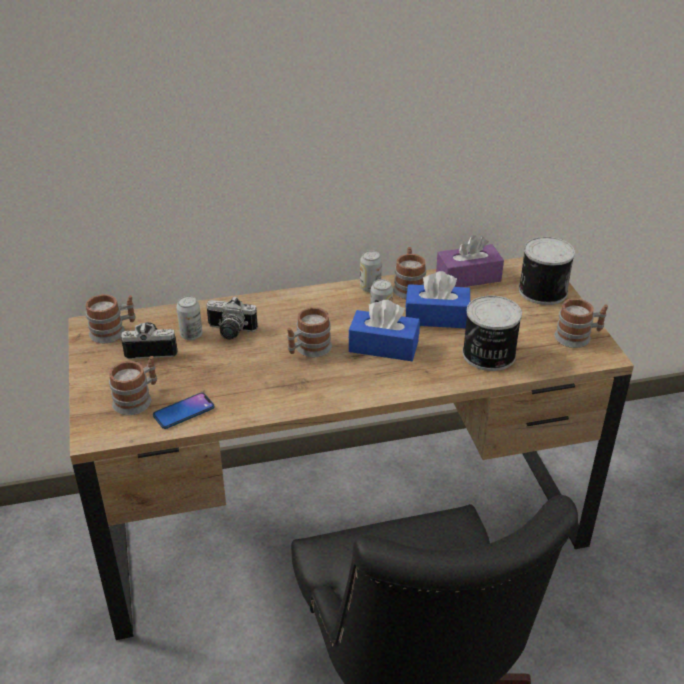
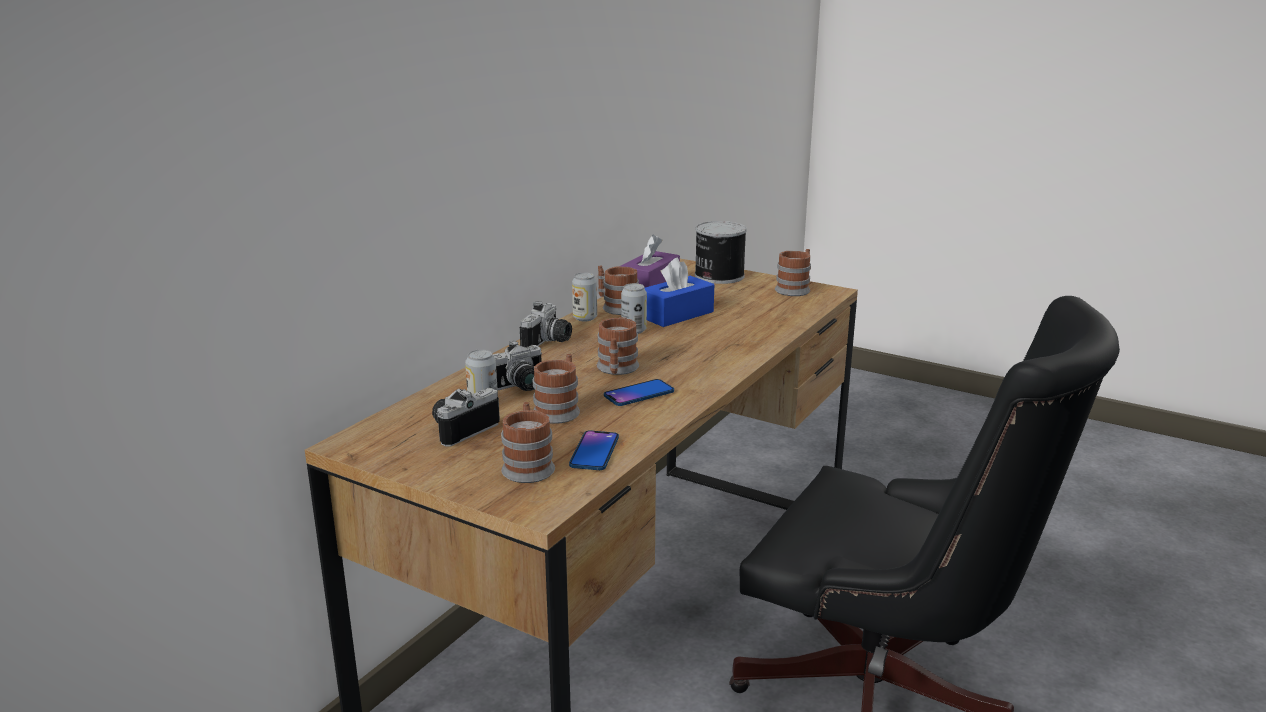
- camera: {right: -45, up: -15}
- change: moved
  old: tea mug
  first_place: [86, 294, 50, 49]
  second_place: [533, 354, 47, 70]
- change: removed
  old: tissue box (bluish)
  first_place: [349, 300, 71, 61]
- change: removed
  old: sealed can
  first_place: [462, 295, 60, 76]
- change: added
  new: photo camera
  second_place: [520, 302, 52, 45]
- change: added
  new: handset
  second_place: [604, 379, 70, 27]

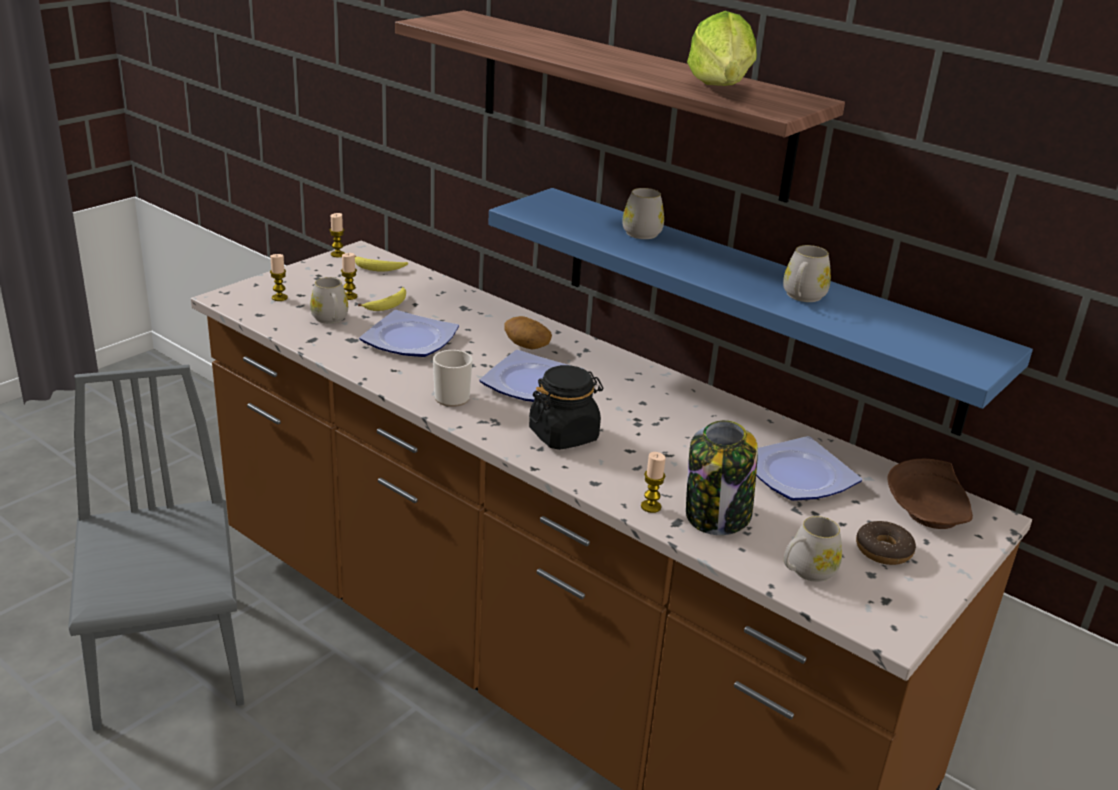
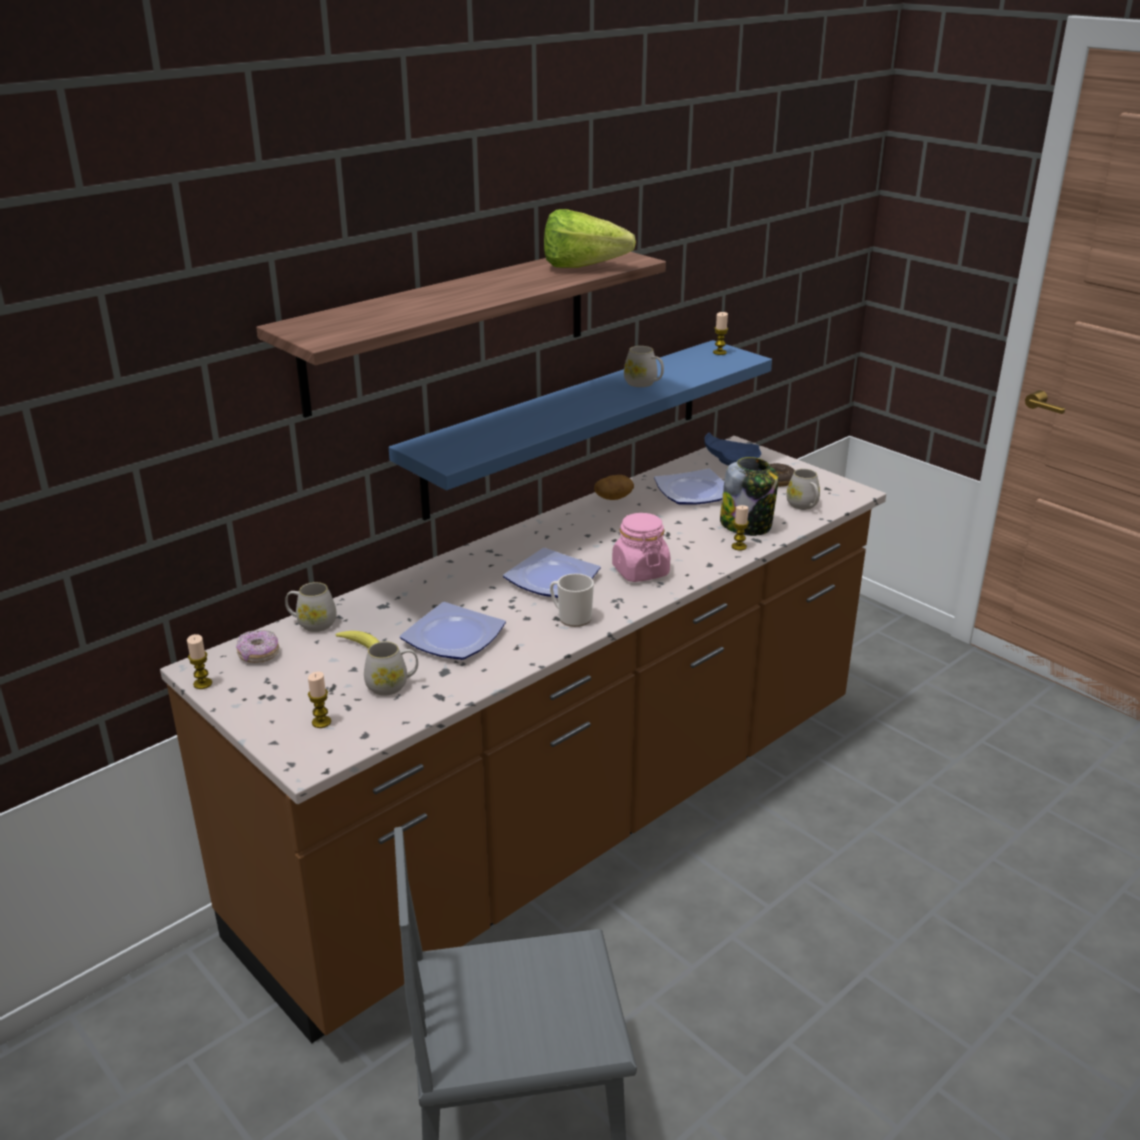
- camera: {right: -80, up: 0}
- change: moved
  old: wax light
  first_place: [341, 253, 17, 47]
  second_place: [713, 312, 15, 43]
- change: replaced
  old: banana fruit
  new: donut
  first_place: [355, 255, 53, 17]
  second_place: [236, 630, 43, 33]
- change: moved
  old: whole potato
  first_place: [504, 316, 48, 33]
  second_place: [594, 475, 40, 25]
- change: recoloured
  old: storage jar (black-coloured)
  new: storage jar (pink)
  first_place: [529, 365, 74, 85]
  second_place: [612, 513, 58, 69]
- change: moved
  old: tea mug (whitish)
  first_place: [622, 188, 42, 51]
  second_place: [285, 582, 51, 50]
- change: recoloured
  old: plate (brown)
  new: plate (bluish)
  first_place: [887, 459, 86, 70]
  second_place: [704, 432, 57, 33]

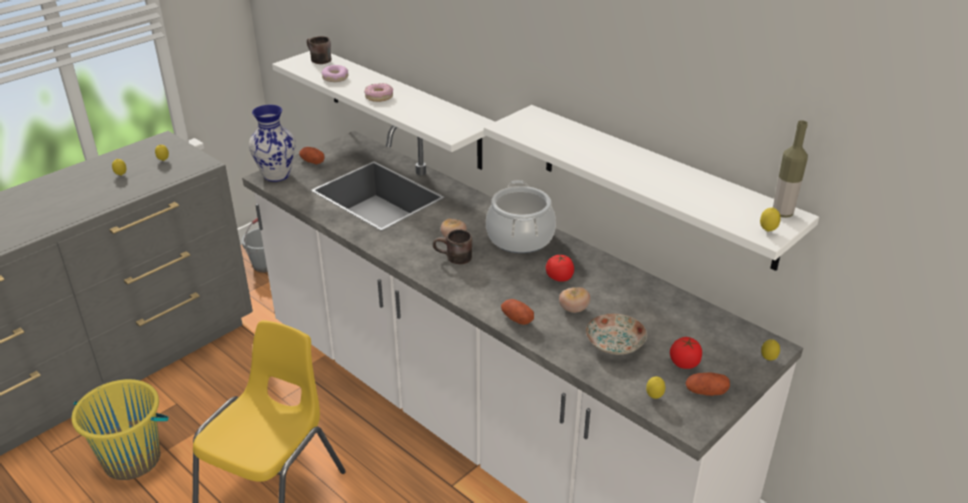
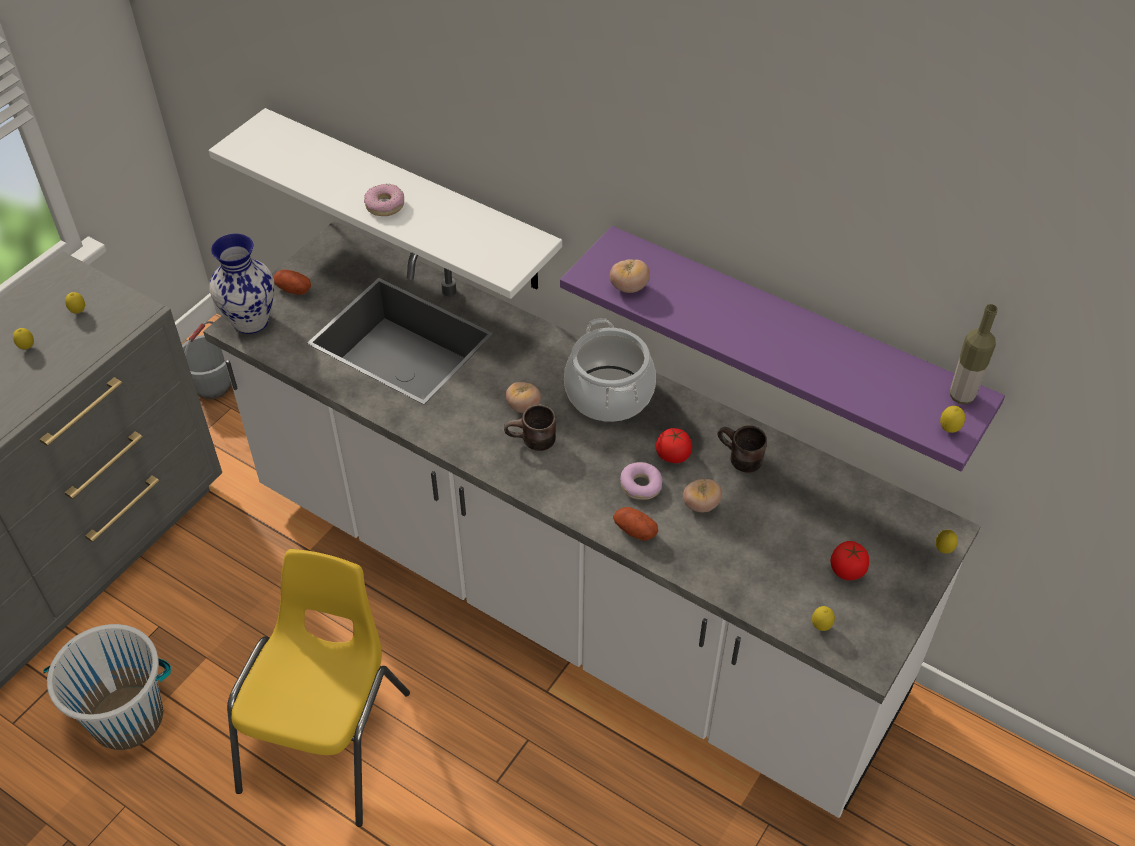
- camera: {right: -10, up: 15}
- change: recoloured
  old: bucket (yellowish)
  new: bucket (whitish)
  first_place: [71, 379, 98, 101]
  second_place: [43, 624, 128, 126]
- change: moved
  old: tea mug (brown)
  first_place: [307, 36, 24, 28]
  second_place: [717, 426, 50, 47]
- change: moved
  old: donut
  first_place: [322, 65, 26, 17]
  second_place: [620, 462, 42, 38]
- change: recoloured
  old: shelf (whitish)
  new: shelf (purple-coloured)
  first_place: [484, 105, 335, 166]
  second_place: [560, 226, 445, 245]
- change: removed
  old: plate
  first_place: [586, 313, 61, 42]
- change: removed
  old: whole potato
  first_place: [686, 372, 44, 24]
- change: added
  new: whole tomato
  second_place: [610, 259, 40, 34]

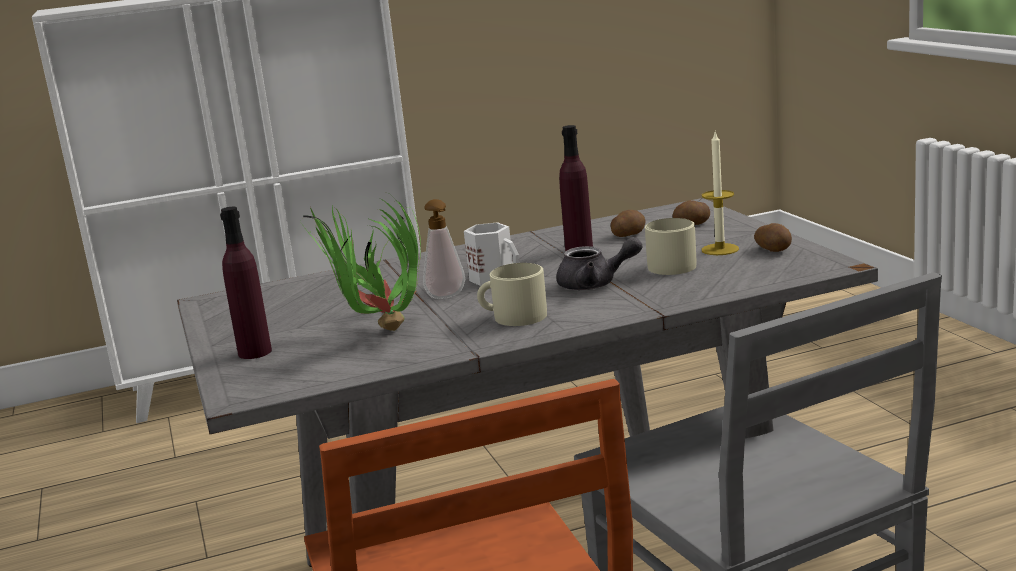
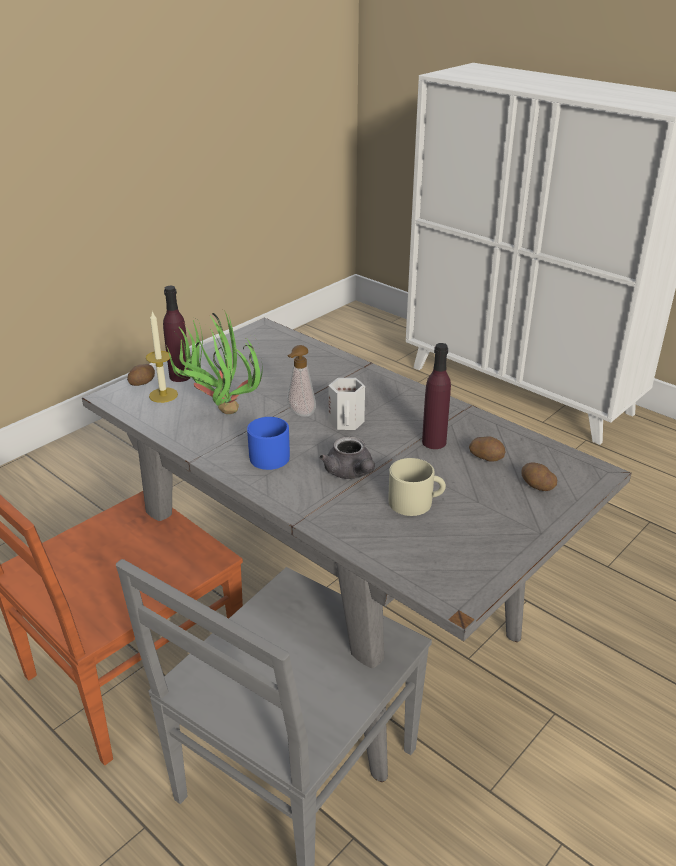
- camera: {right: 60, up: 15}
- change: recoloured
  old: tea mug (sand-coloured)
  new: tea mug (bluish)
  first_place: [477, 263, 70, 63]
  second_place: [247, 417, 43, 53]
- change: moved
  old: wax light
  first_place: [702, 132, 37, 123]
  second_place: [146, 311, 32, 92]
- change: moved
  old: whole potato
  first_place: [754, 223, 38, 29]
  second_place: [127, 364, 28, 22]

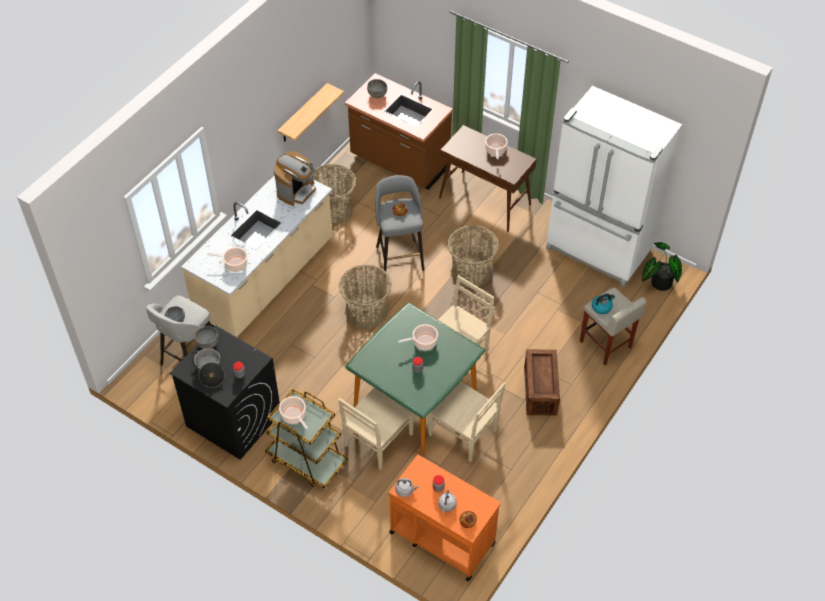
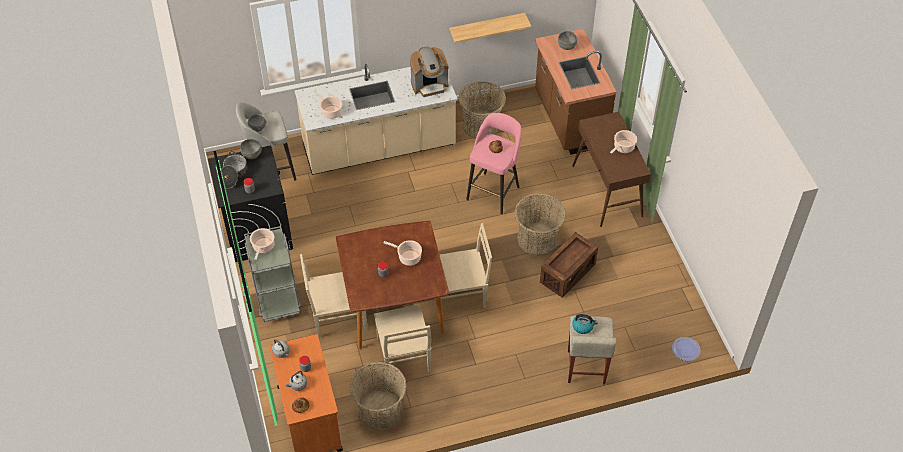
- camera: {right: 40, up: 0}
- change: recoloured
  old: cart (brown)
  new: cart (grey)
  first_place: [265, 388, 83, 101]
  second_place: [244, 226, 57, 96]
- change: moved
  old: storage basket
  first_place: [339, 265, 53, 64]
  second_place: [349, 362, 58, 69]
- change: recoloured
  old: dining table (green)
  new: dining table (brown)
  first_place: [345, 303, 141, 151]
  second_place: [336, 221, 114, 128]
- change: recoloured
  old: stool (grey)
  new: stool (pink)
  first_place: [375, 175, 49, 101]
  second_place: [466, 113, 55, 101]
- change: moved
  old: crate
  first_place: [524, 349, 36, 67]
  second_place: [540, 232, 58, 66]
- change: removed
  old: kitchen fridge (whitish)
  first_place: [546, 86, 136, 200]
- change: replaced
  old: plant in a pot
  new: plate
  first_place: [642, 242, 40, 49]
  second_place: [672, 337, 29, 24]

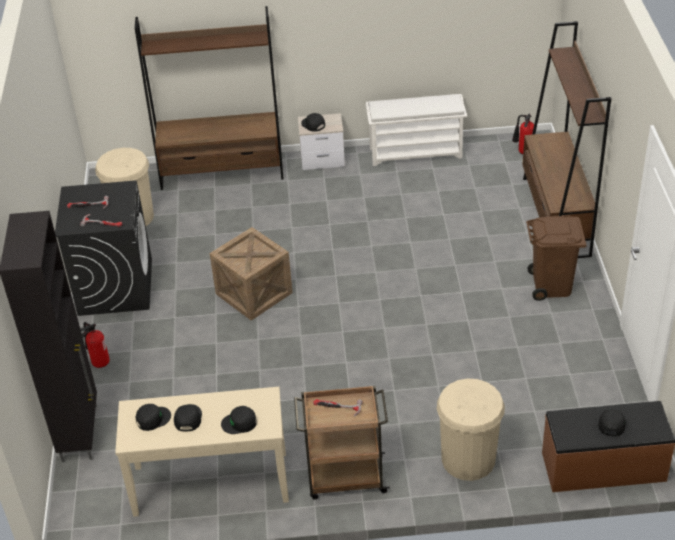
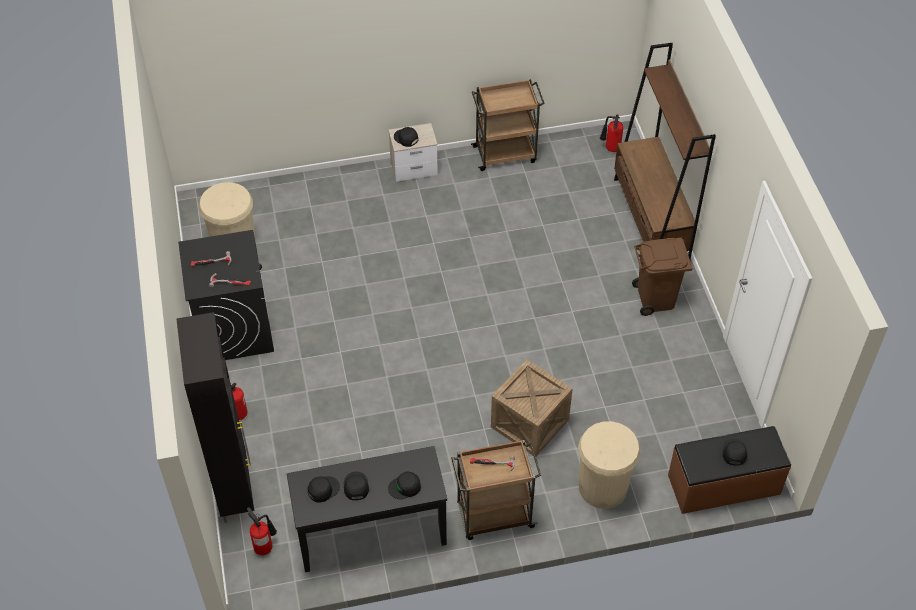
- camera: {right: -10, up: 10}
- change: recoloured
  old: hall table (sand-coloured)
  new: hall table (black-coloured)
  first_place: [115, 387, 174, 130]
  second_place: [287, 446, 160, 126]
- change: removed
  old: bookshelf (brown)
  first_place: [135, 6, 149, 184]
- change: moved
  old: crate
  first_place: [210, 227, 83, 93]
  second_place: [491, 359, 82, 97]
- change: replaced
  old: shoe rack (whitish)
  new: cart (brown)
  first_place: [366, 94, 101, 72]
  second_place: [471, 79, 74, 92]
- change: added
  new: fire-fighting cylinder
  second_place: [247, 507, 30, 48]

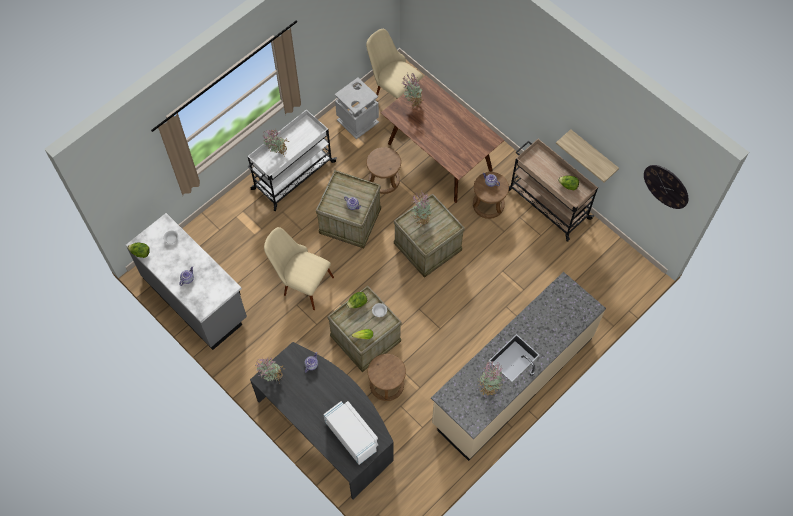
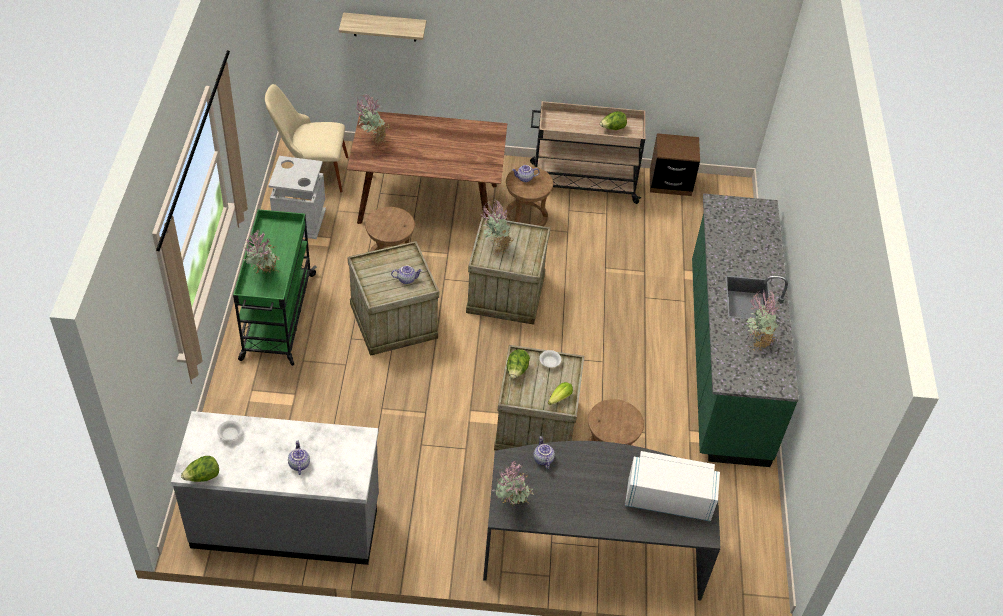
- camera: {right: -45, up: -15}
- change: recoloured
  old: cart (whitish)
  new: cart (green)
  first_place: [248, 110, 89, 101]
  second_place: [233, 209, 84, 157]
- change: removed
  old: upright chair (sand-coloured)
  first_place: [264, 227, 70, 83]
- change: recoloured
  old: counter (sand-coloured)
  new: counter (green)
  first_place: [431, 272, 175, 189]
  second_place: [692, 193, 107, 274]
- change: moved
  old: shelf
  first_place: [556, 129, 63, 54]
  second_place: [339, 13, 87, 29]
- change: removed
  old: wall clock
  first_place: [644, 165, 44, 44]
- change: added
  new: nightstand (brown)
  second_place: [650, 133, 50, 63]

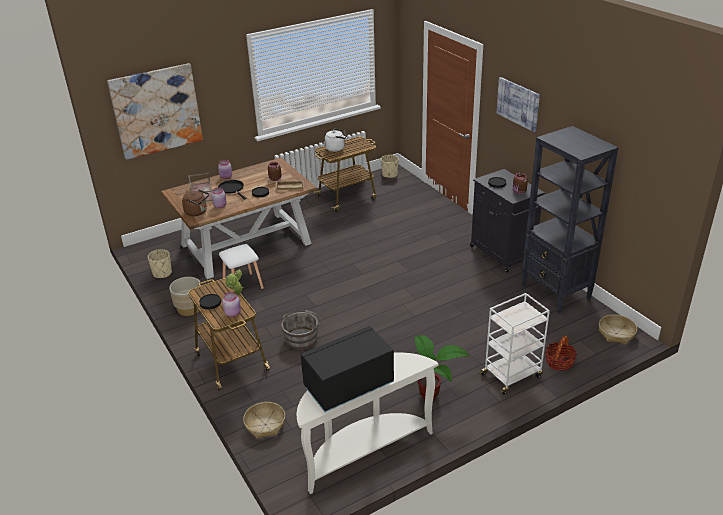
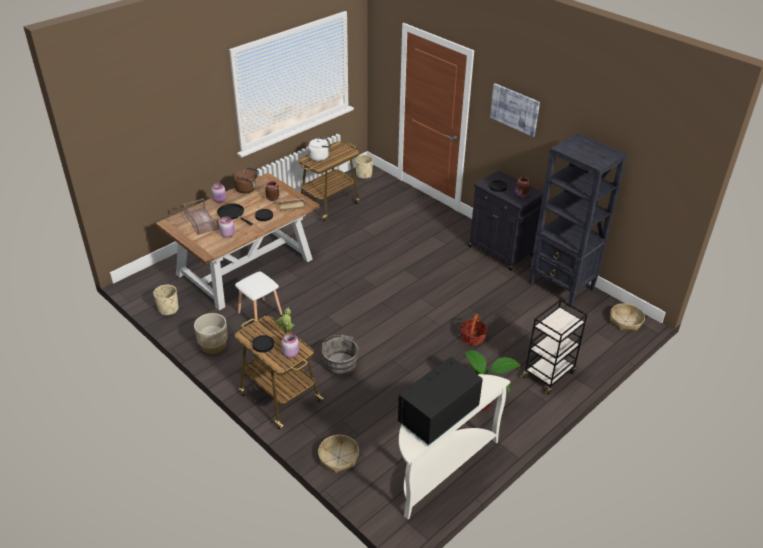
- camera: {right: -15, up: 5}
- change: removed
  old: picture
  first_place: [107, 63, 96, 97]
- change: moved
  old: kettle (brown)
  first_place: [182, 189, 27, 27]
  second_place: [234, 167, 25, 26]
- change: recoloured
  old: cart (whitish)
  new: cart (black-coloured)
  first_place: [479, 293, 71, 102]
  second_place: [520, 299, 67, 96]
- change: moved
  old: storage basket
  first_place: [545, 335, 32, 36]
  second_place: [460, 314, 28, 32]

